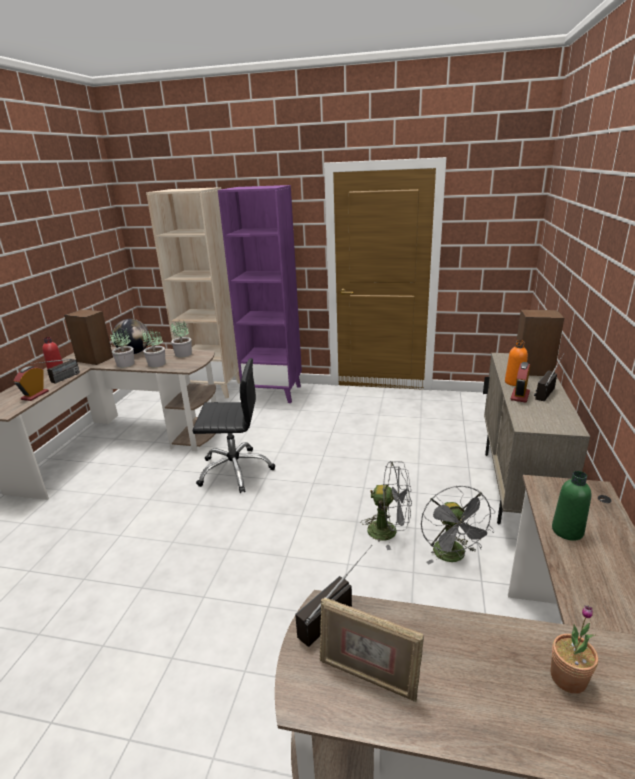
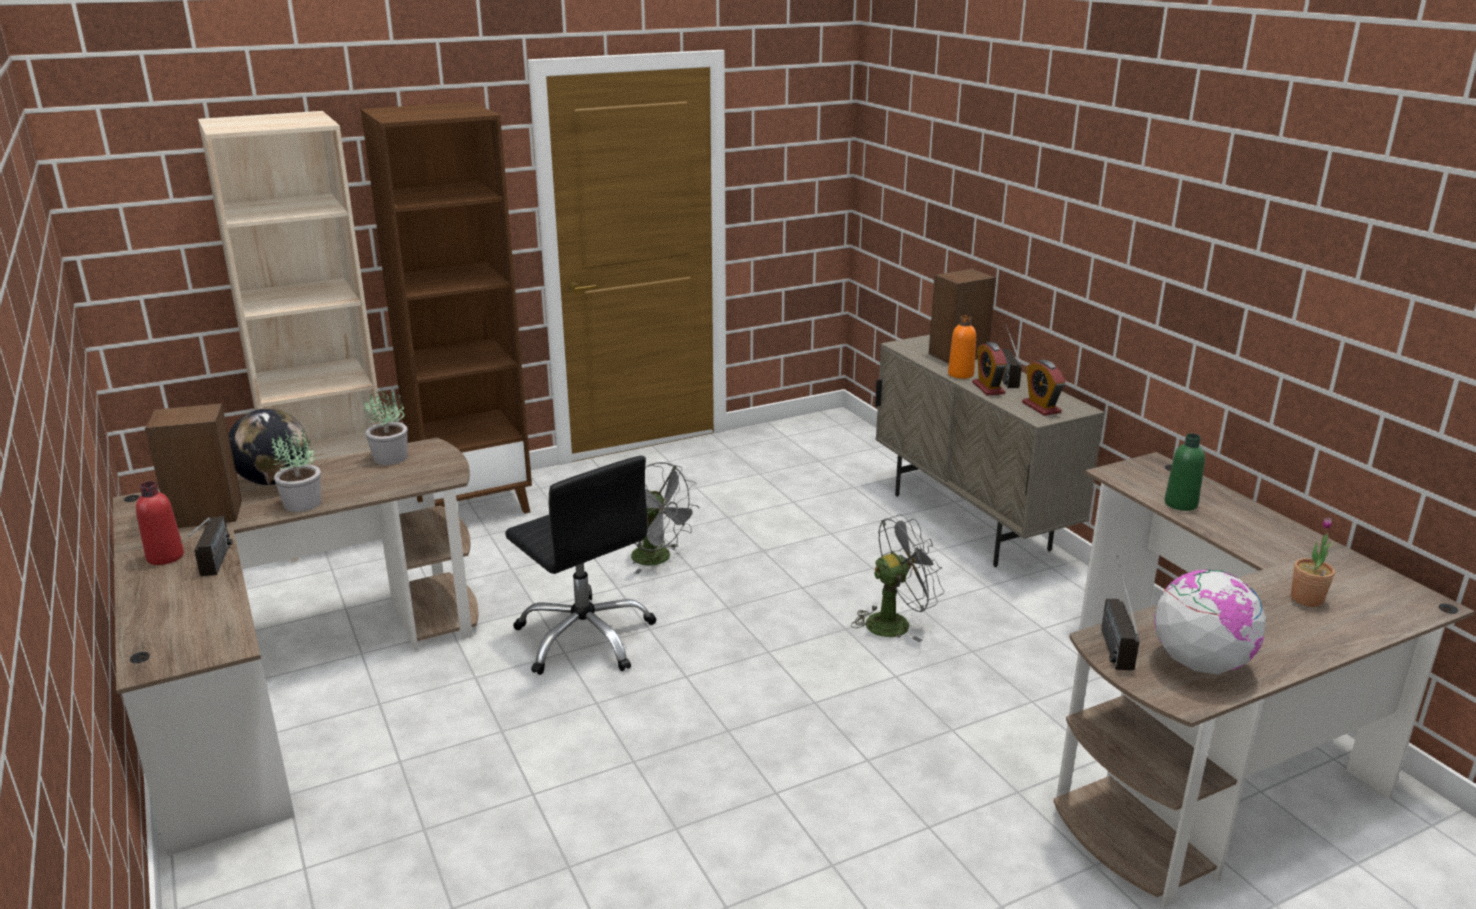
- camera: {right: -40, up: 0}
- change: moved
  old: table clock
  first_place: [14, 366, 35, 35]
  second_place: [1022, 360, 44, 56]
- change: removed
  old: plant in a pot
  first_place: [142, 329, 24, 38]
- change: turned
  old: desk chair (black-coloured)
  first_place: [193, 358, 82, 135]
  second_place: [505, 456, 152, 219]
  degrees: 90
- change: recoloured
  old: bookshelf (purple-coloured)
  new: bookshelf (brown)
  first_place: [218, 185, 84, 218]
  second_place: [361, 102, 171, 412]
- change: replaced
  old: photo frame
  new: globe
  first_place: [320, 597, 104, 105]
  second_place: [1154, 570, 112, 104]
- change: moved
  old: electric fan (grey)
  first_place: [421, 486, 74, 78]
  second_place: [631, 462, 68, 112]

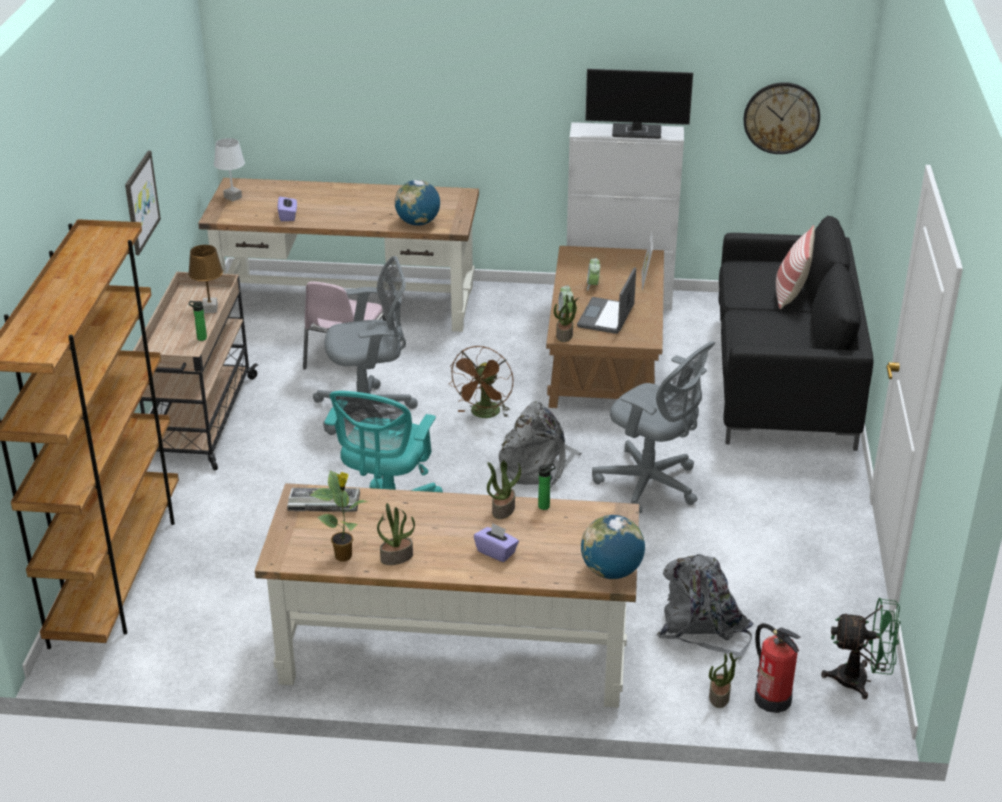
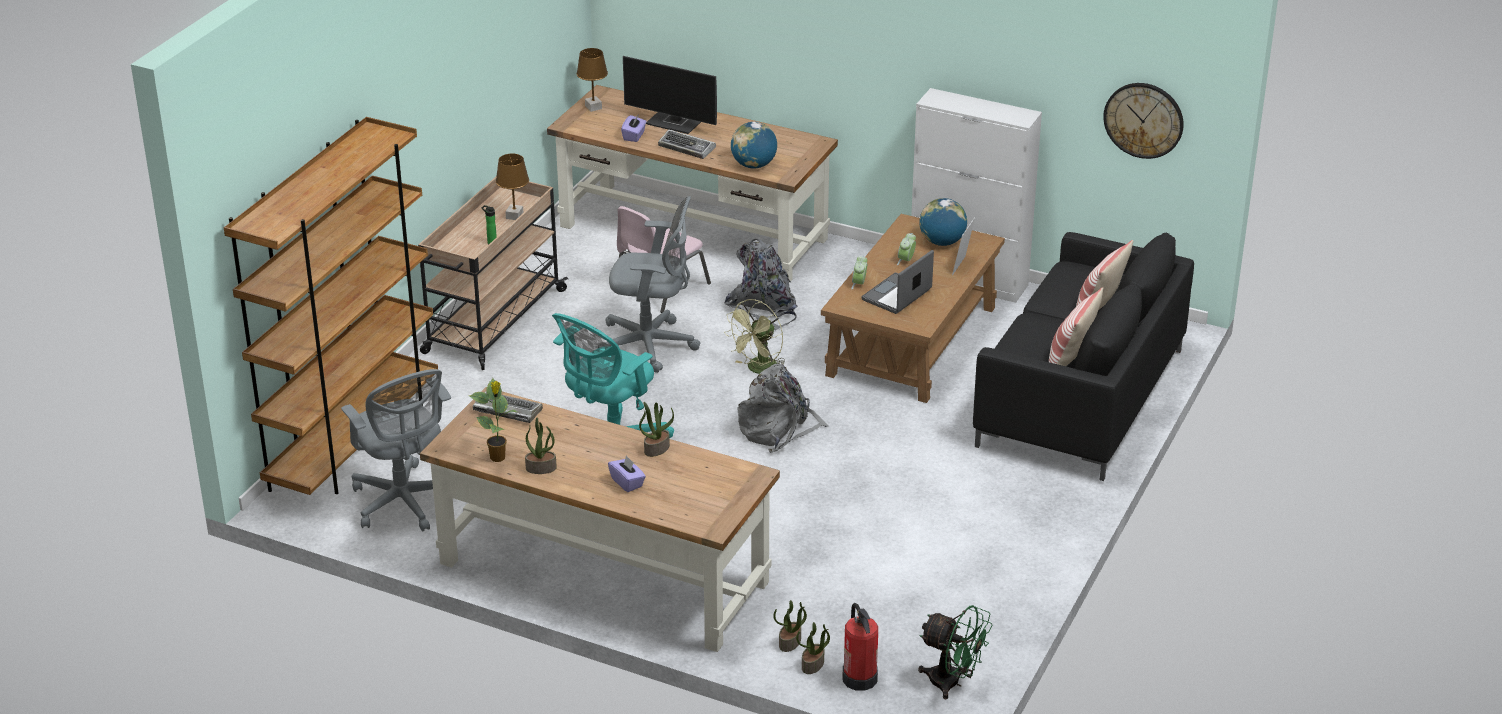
- camera: {right: 20, up: 0}
- change: removed
  old: picture
  first_place: [125, 151, 36, 104]
- change: recoloured
  old: lamp for a table (whitish)
  new: lamp for a table (brown)
  first_place: [214, 138, 31, 64]
  second_place: [577, 48, 31, 64]
- change: recoloured
  old: electric fan (brown)
  new: electric fan (green)
  first_place: [449, 346, 64, 72]
  second_place: [724, 299, 63, 75]
- change: removed
  old: beverage bottle
  first_place: [538, 463, 18, 47]
- change: moved
  old: plant in a pot
  first_place: [554, 294, 24, 48]
  second_place: [773, 600, 34, 52]
- change: moved
  old: globe
  first_place: [581, 515, 64, 64]
  second_place: [919, 198, 48, 48]
- change: moved
  old: computer screen
  first_place: [585, 69, 108, 70]
  second_place: [623, 56, 94, 78]
- change: moved
  old: desk chair (grey)
  first_place: [592, 341, 123, 172]
  second_place: [341, 369, 110, 162]
- change: moved
  old: knapsack (grey)
  first_place: [657, 554, 96, 106]
  second_place: [724, 239, 73, 91]
- change: added
  new: computer keyboard
  second_place: [658, 129, 58, 30]
- change: added
  new: throw pillow
  second_place: [1049, 287, 54, 79]

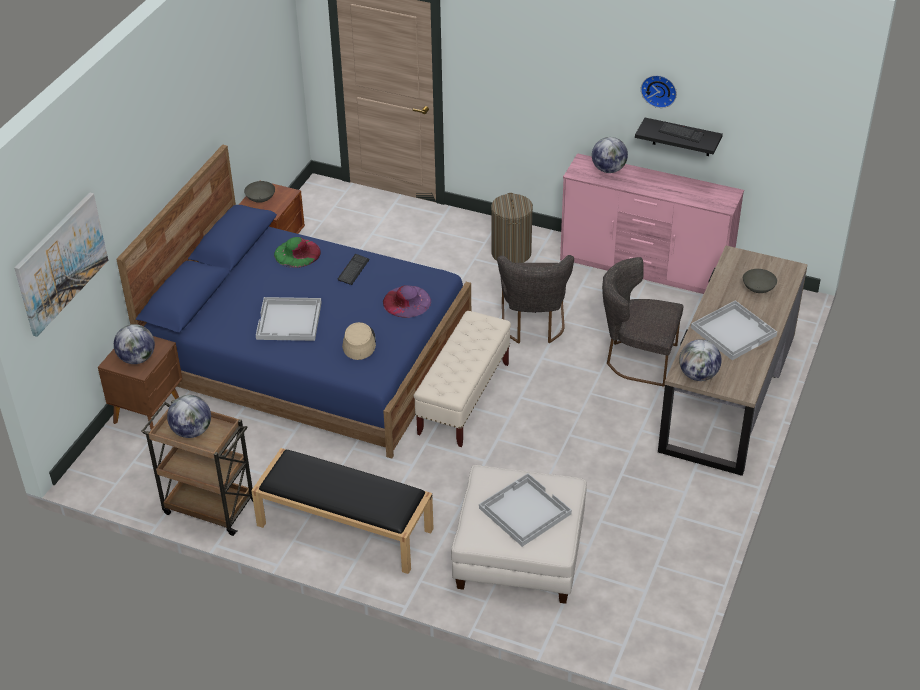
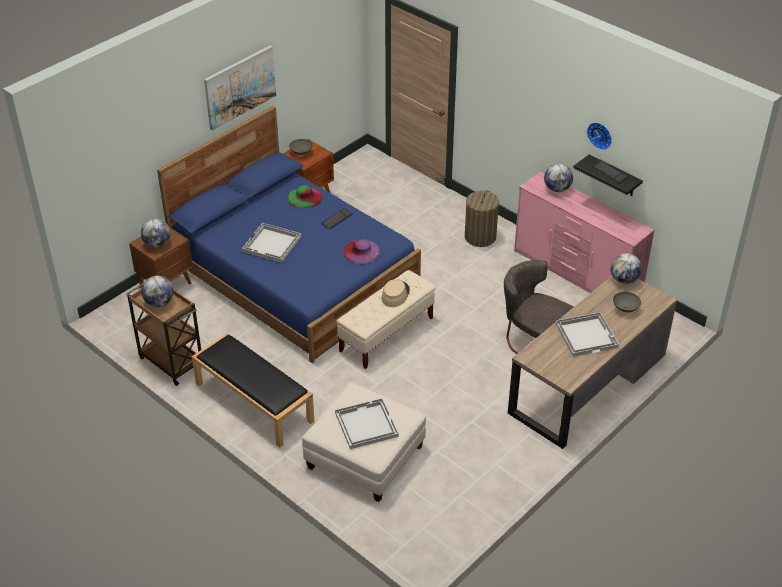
- camera: {right: 20, up: 0}
- change: moved
  old: picture
  first_place: [14, 193, 94, 144]
  second_place: [204, 45, 72, 85]
- change: moved
  old: wearable hat (sand-coloured)
  first_place: [342, 322, 34, 38]
  second_place: [382, 279, 28, 28]
- change: removed
  old: upright chair (grey)
  first_place: [497, 255, 77, 89]
- change: moved
  old: globe
  first_place: [679, 339, 43, 42]
  second_place: [610, 253, 32, 31]

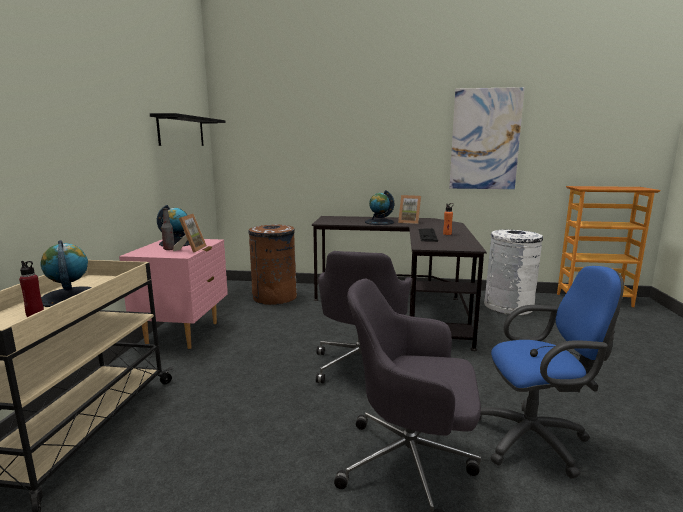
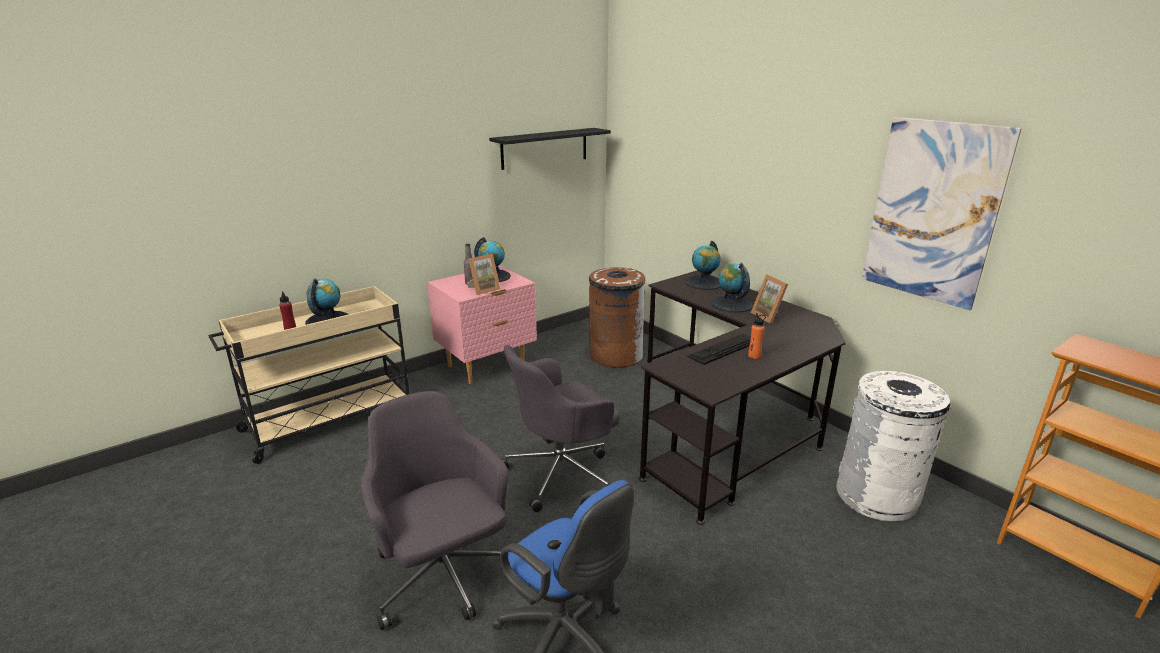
- camera: {right: 45, up: 10}
- change: added
  new: globe
  second_place: [685, 241, 36, 49]

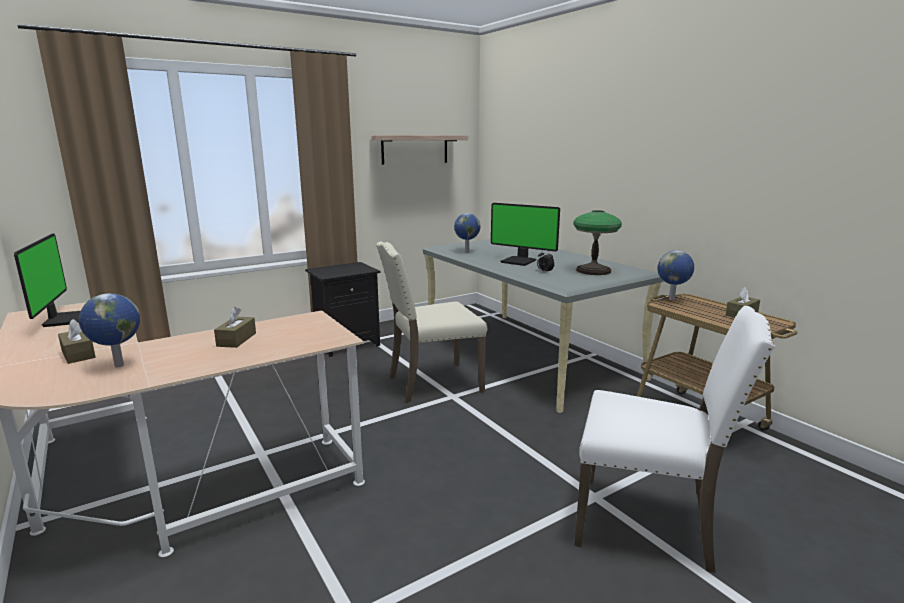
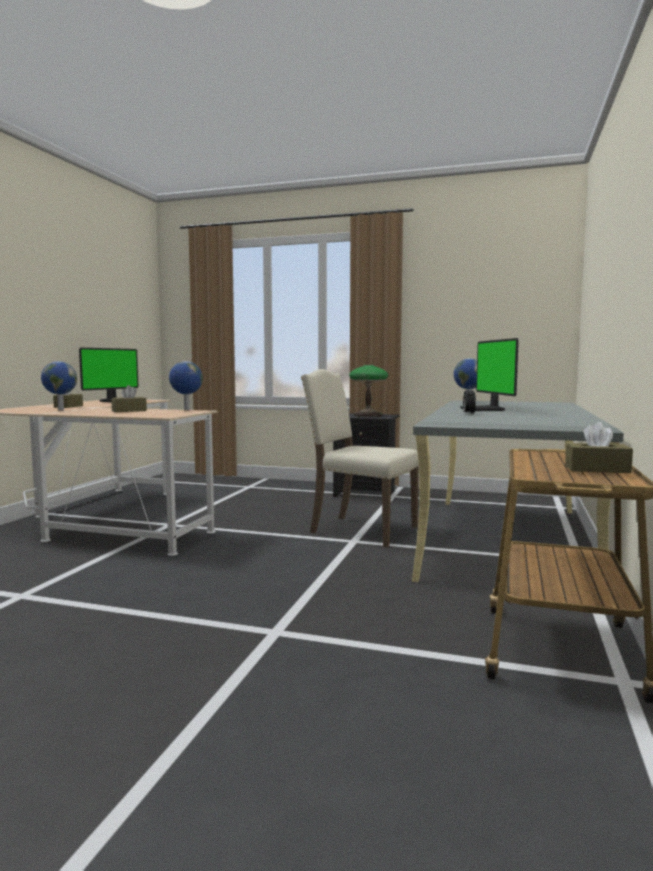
- camera: {right: 50, up: -10}
- change: removed
  old: shelf
  first_place: [371, 135, 97, 30]
- change: moved
  old: lamp for a table
  first_place: [573, 210, 49, 65]
  second_place: [349, 365, 39, 52]
- change: removed
  old: upright chair (whitish)
  first_place: [574, 306, 201, 267]
- change: moved
  old: globe
  first_place: [657, 250, 37, 50]
  second_place: [169, 361, 34, 49]

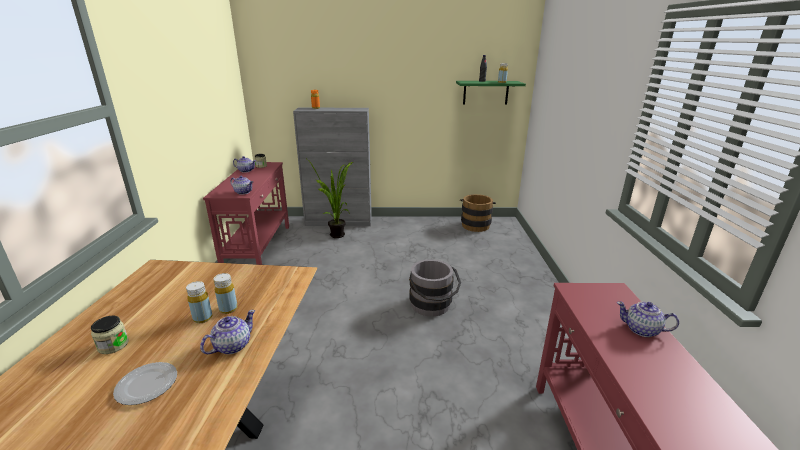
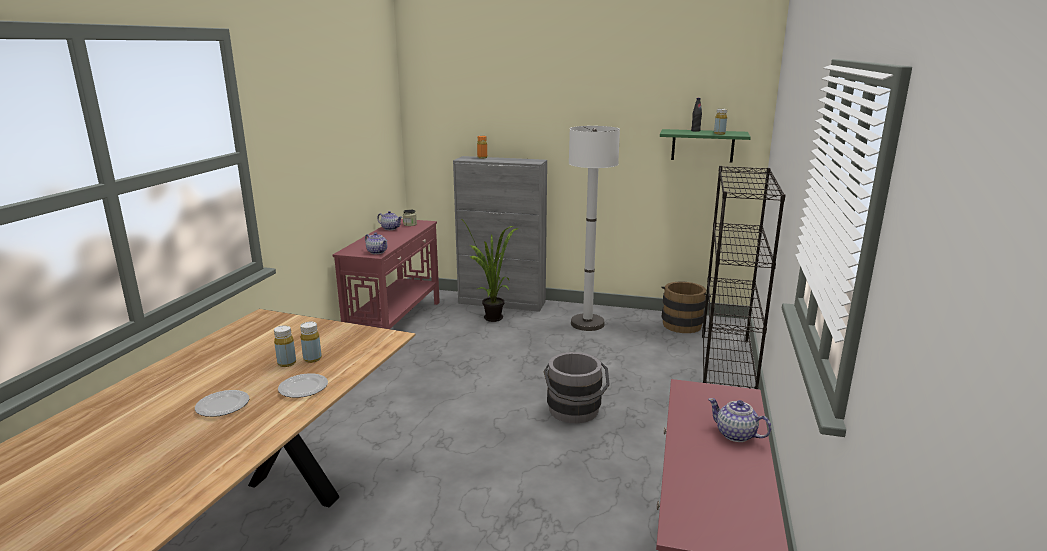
- camera: {right: 15, up: -5}
- change: removed
  old: storage jar
  first_place: [91, 316, 38, 38]
- change: replaced
  old: teapot
  new: plate
  first_place: [200, 310, 55, 44]
  second_place: [278, 373, 50, 25]
- change: added
  new: standard lamp (whitish)
  second_place: [569, 126, 51, 205]
- change: added
  new: bookshelf (black-coloured)
  second_place: [702, 166, 84, 223]

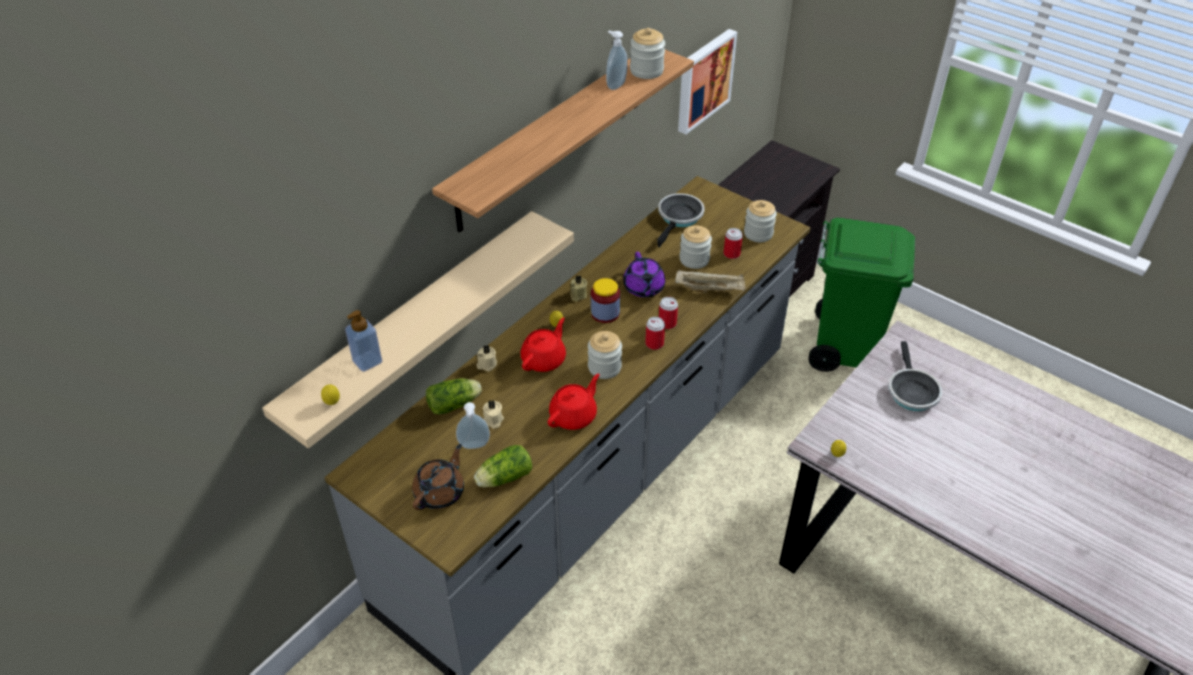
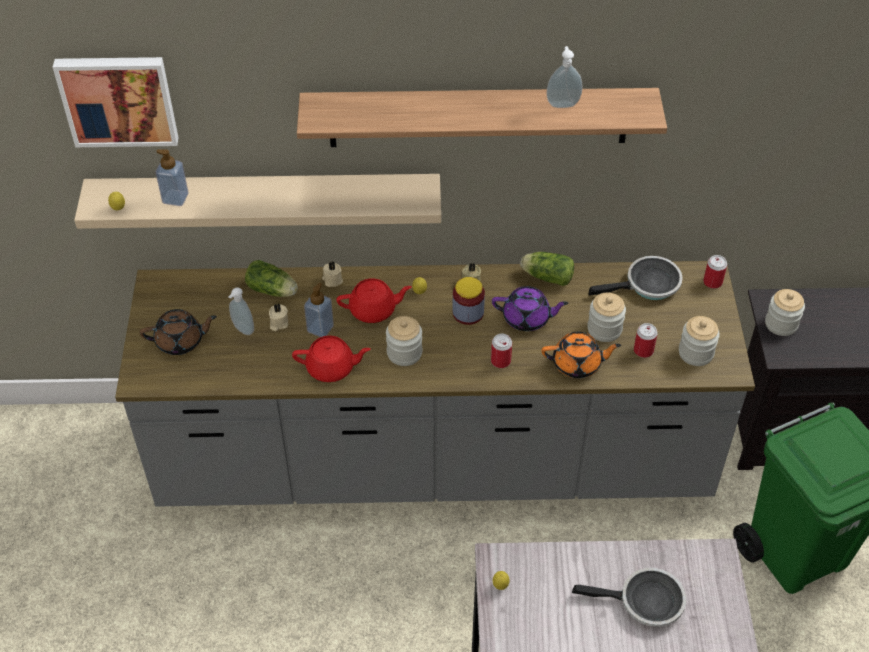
- camera: {right: 50, up: 5}
- change: moved
  old: head of lettuce
  first_place: [474, 445, 58, 42]
  second_place: [520, 252, 54, 34]
- change: turned
  old: teapot (purple-coloured)
  first_place: [623, 252, 42, 45]
  second_place: [492, 286, 77, 45]
  degrees: -120
- change: moved
  old: storage jar
  first_place: [630, 28, 35, 51]
  second_place: [765, 289, 40, 47]
- change: moved
  old: sealed can
  first_place: [645, 317, 20, 33]
  second_place: [703, 255, 24, 34]
- change: replaced
  old: carrying tray (sand-coloured)
  new: teapot (orangey)
  first_place: [675, 270, 70, 23]
  second_place: [541, 332, 80, 46]
- change: moved
  old: picture
  first_place: [678, 29, 59, 105]
  second_place: [53, 57, 126, 90]
- change: turned
  old: frying pan
  first_place: [888, 341, 55, 70]
  second_place: [572, 568, 114, 58]
  degrees: -135
- change: added
  new: liquid soap bottle
  second_place: [304, 283, 30, 54]

